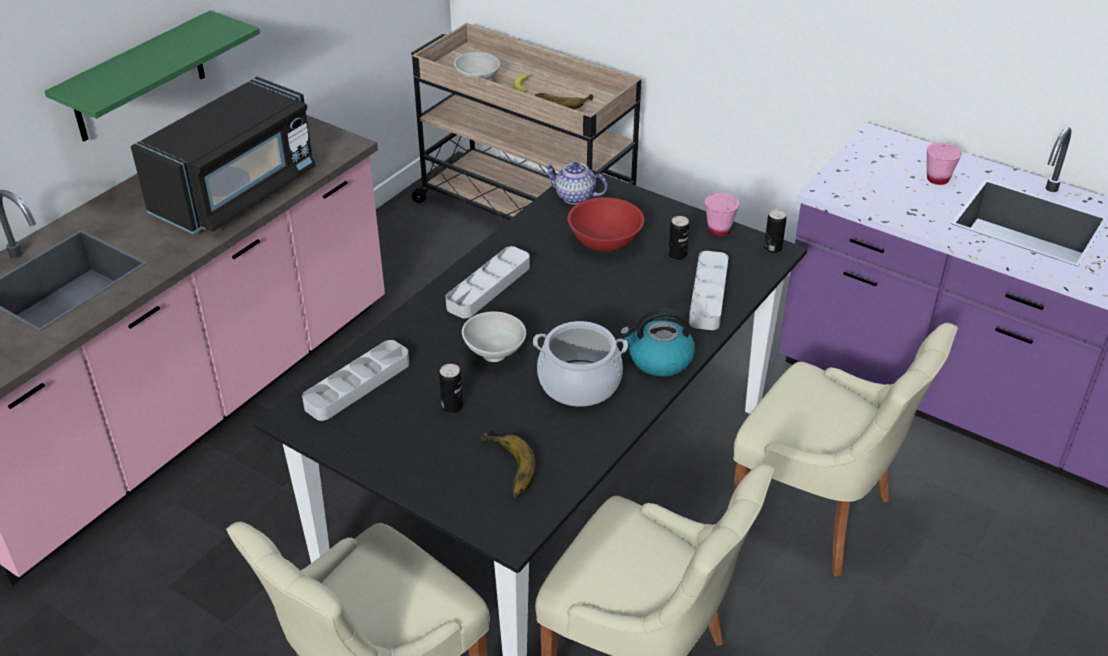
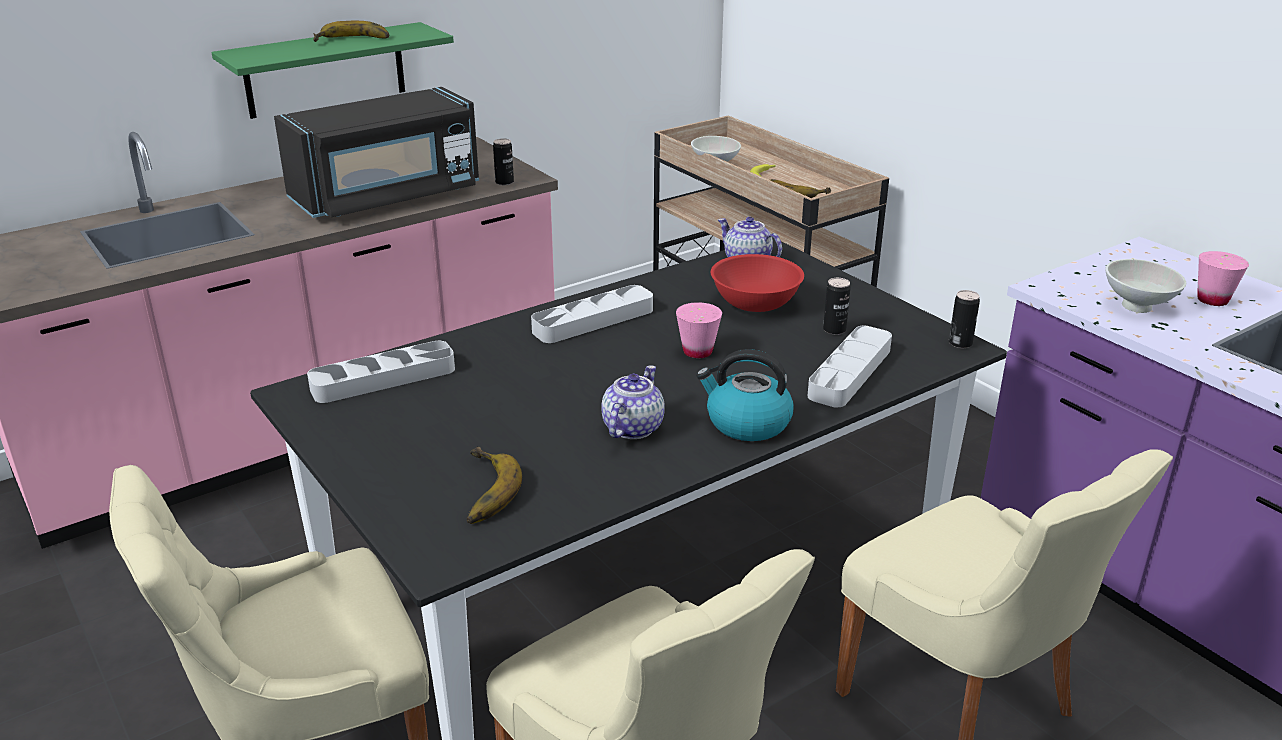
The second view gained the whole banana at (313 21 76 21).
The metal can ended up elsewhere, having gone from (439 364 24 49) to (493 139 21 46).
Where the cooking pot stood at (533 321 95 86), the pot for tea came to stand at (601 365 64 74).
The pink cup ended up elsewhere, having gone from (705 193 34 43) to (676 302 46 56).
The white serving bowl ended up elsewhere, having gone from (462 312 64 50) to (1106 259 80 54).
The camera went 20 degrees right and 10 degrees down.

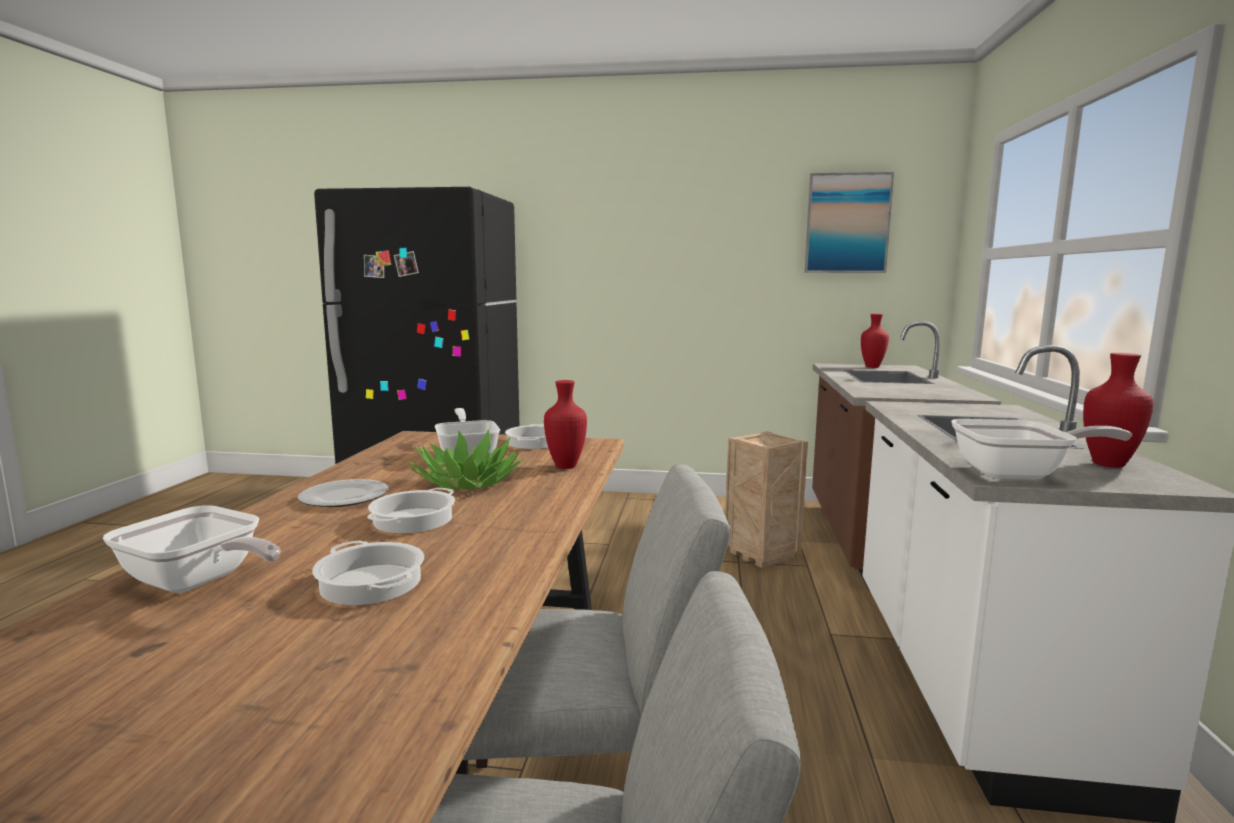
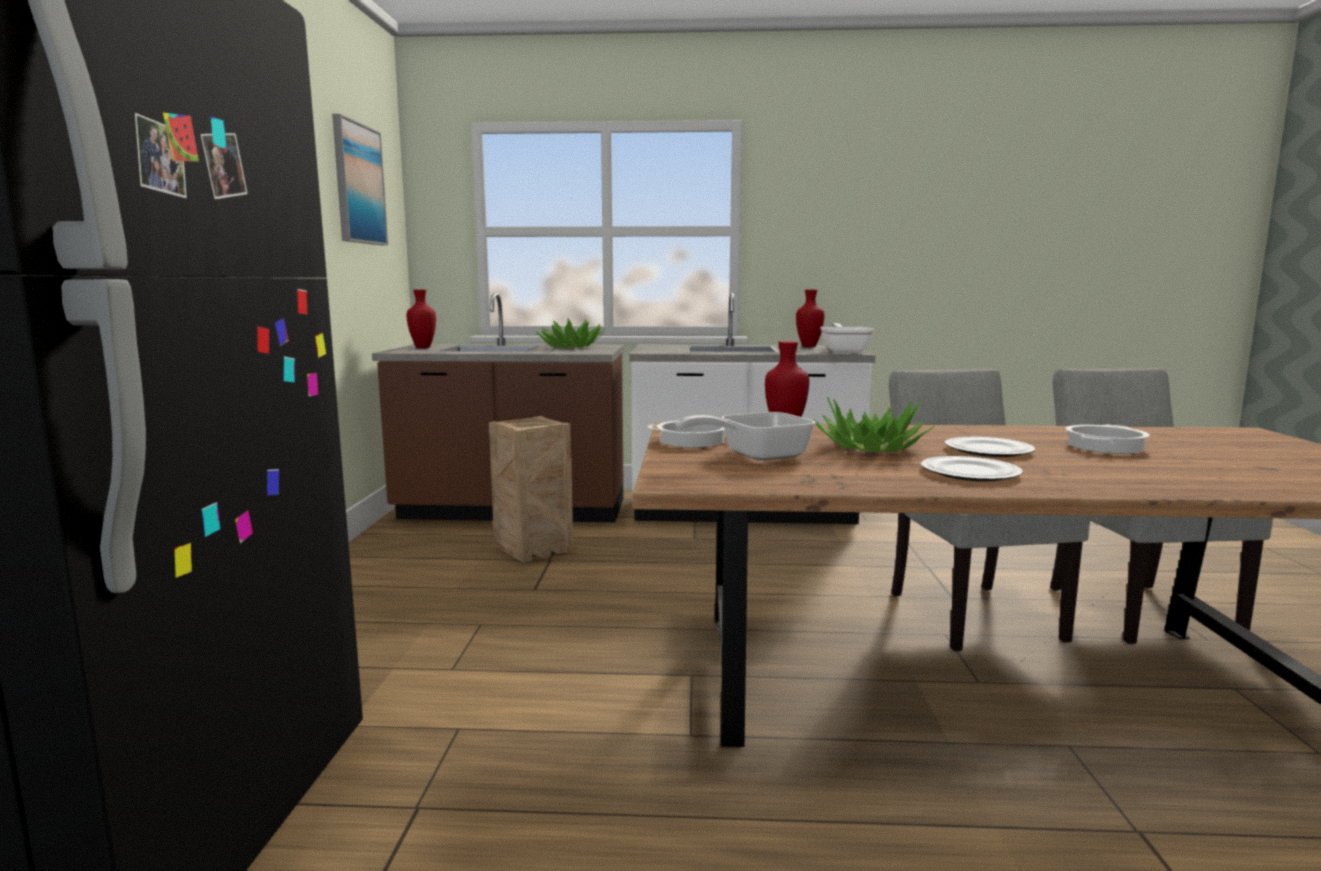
The second view gained the plant in a pot at (536 319 69 28).
Where the cooking pot stood at (367 488 88 45), the plate came to stand at (944 437 91 20).
The second view lost the pan at (102 505 179 88).
The camera went 95 degrees left and 0 degrees up.

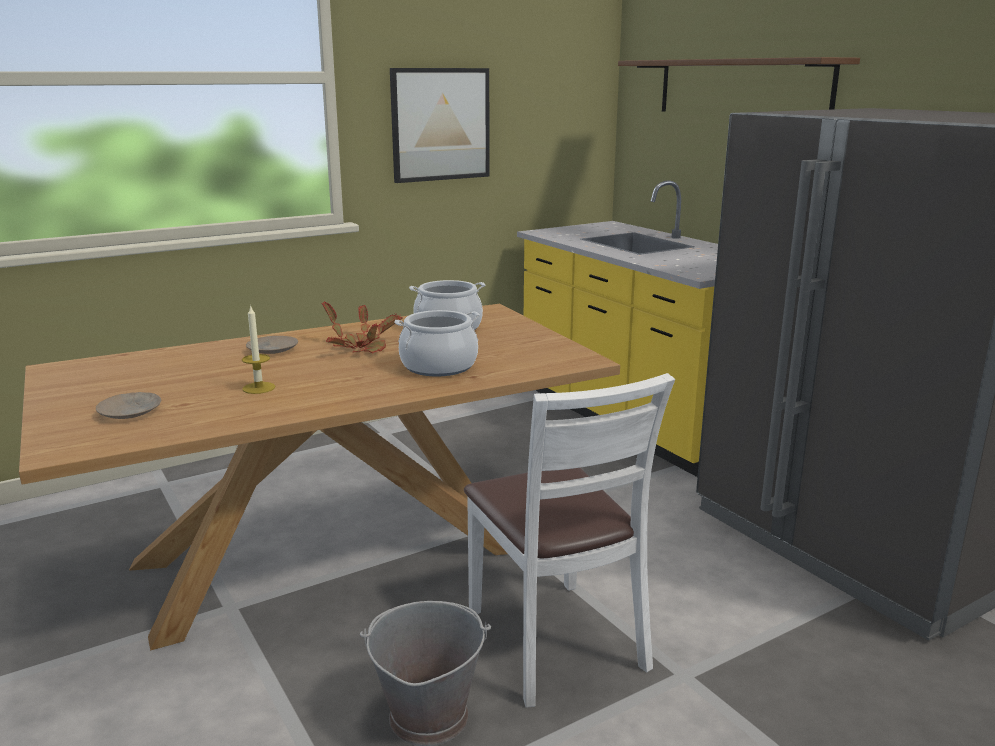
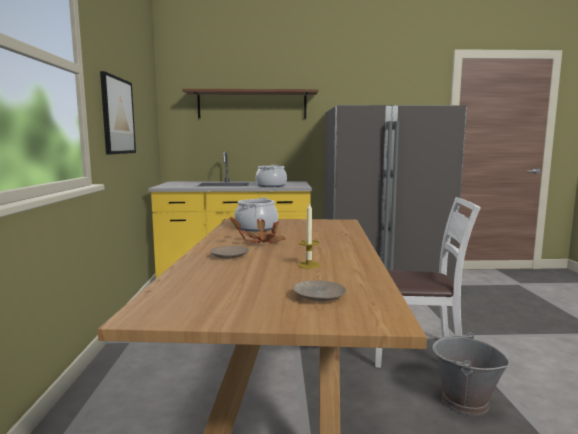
The cooking pot ended up elsewhere, having gone from (394 310 86 67) to (256 165 31 22).
The camera went 60 degrees left and 10 degrees down.

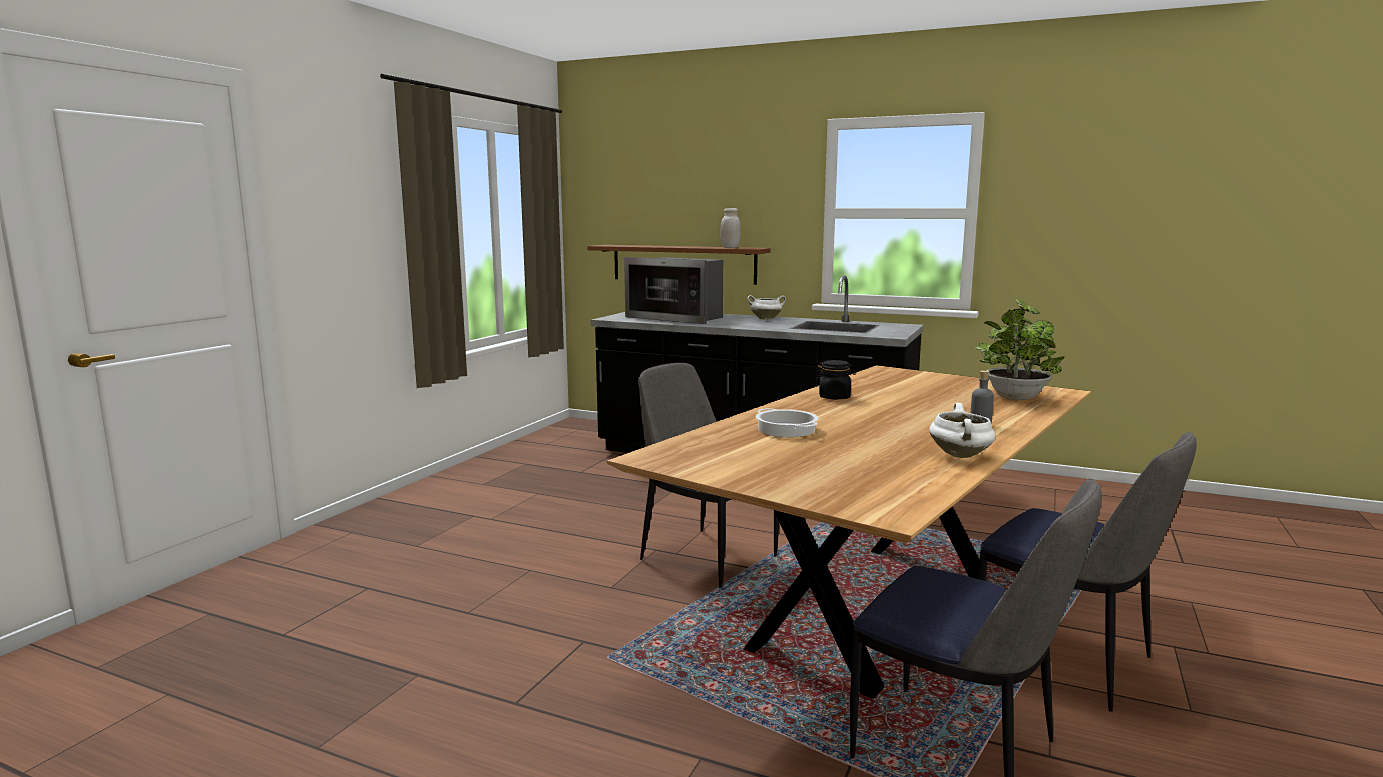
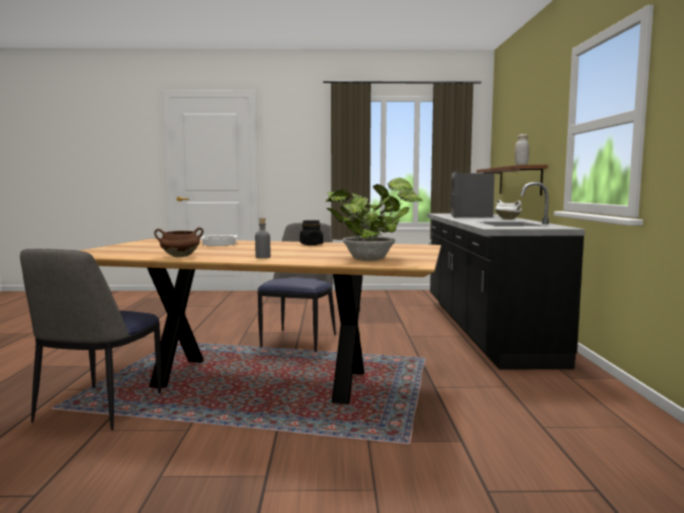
What was the white cooking pot at (929 403 67 55) turned into the brownish cooking pot at (154 227 50 31).
The second view lost the upright chair at (978 432 219 280).
The camera went 65 degrees right and 5 degrees down.

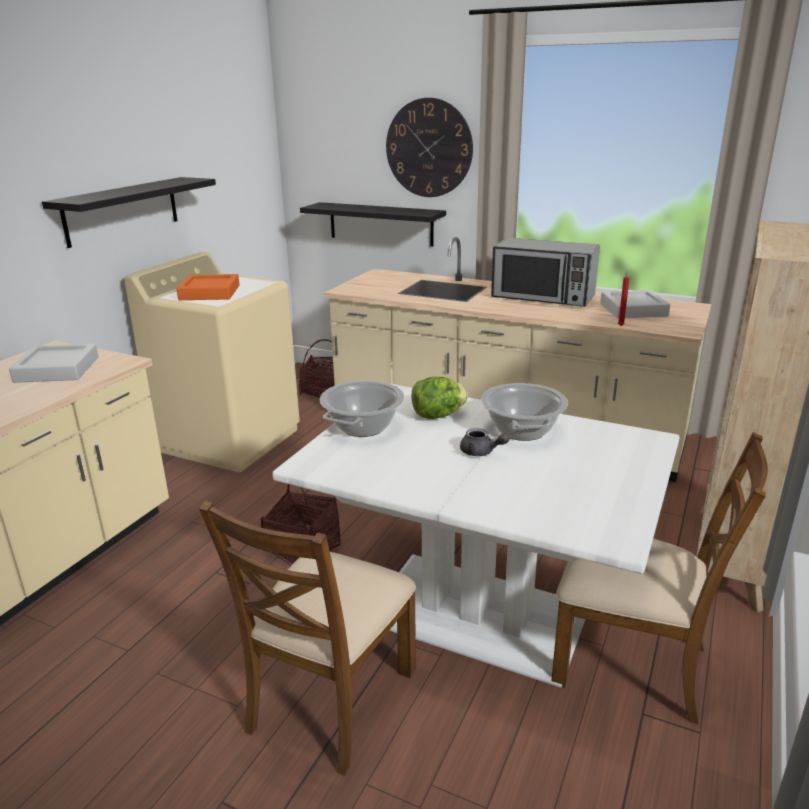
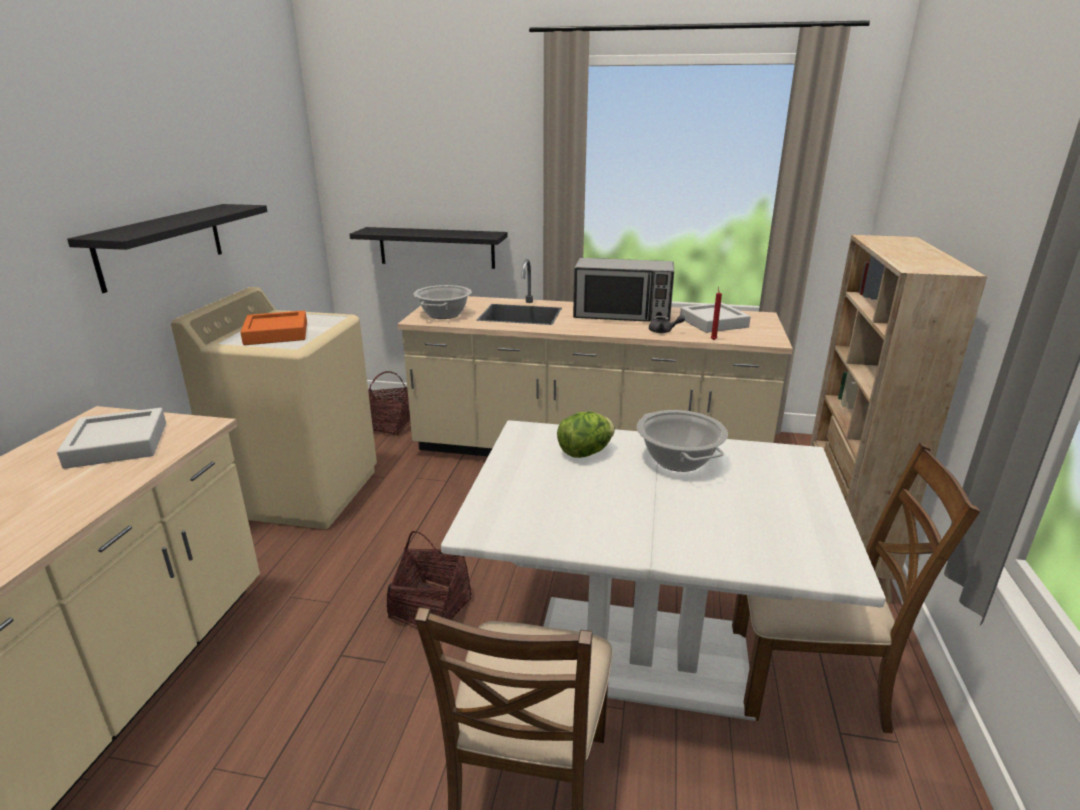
The cooking pot ended up elsewhere, having gone from (320 380 84 57) to (414 285 58 34).
The gray pot for tea ended up elsewhere, having gone from (460 428 49 28) to (649 315 36 18).
The second view lost the wall clock at (386 98 87 99).
The camera went 15 degrees left and 0 degrees up.

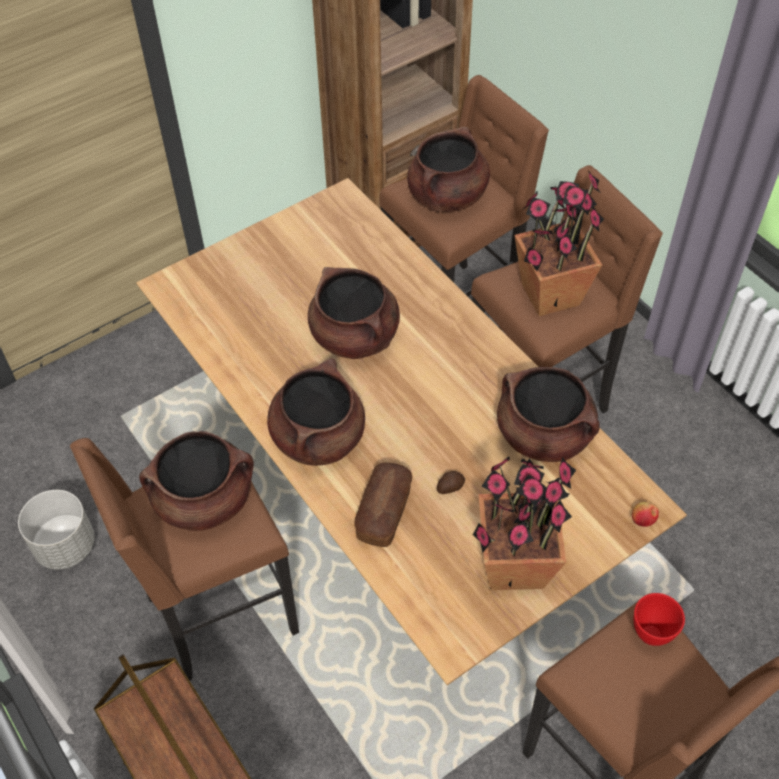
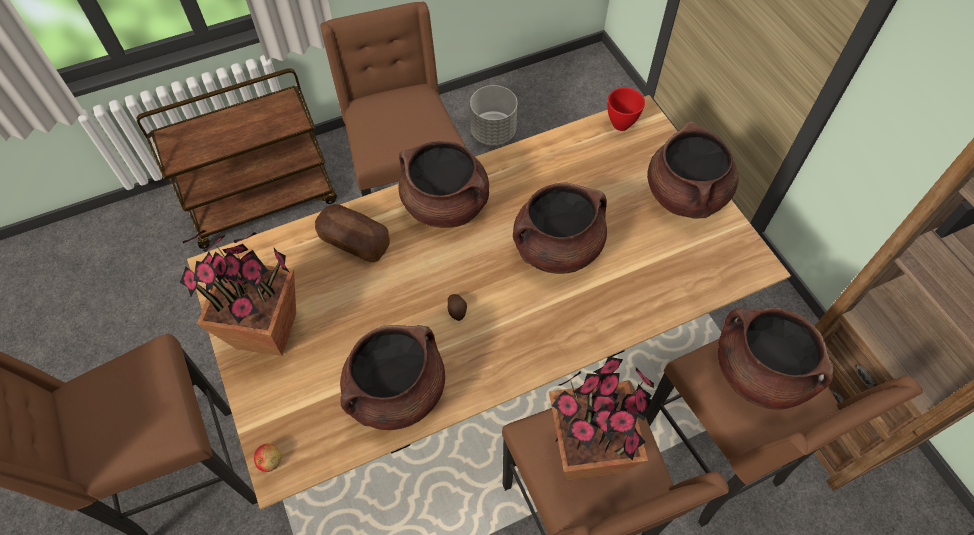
The spud ended up elsewhere, having gone from (437 471 28 23) to (448 294 19 27).
The red serving bowl ended up elsewhere, having gone from (634 593 51 53) to (607 87 38 44).
The brownish cooking pot ended up elsewhere, having gone from (139 431 115 100) to (647 121 91 98).
The camera went 100 degrees right and 5 degrees up.

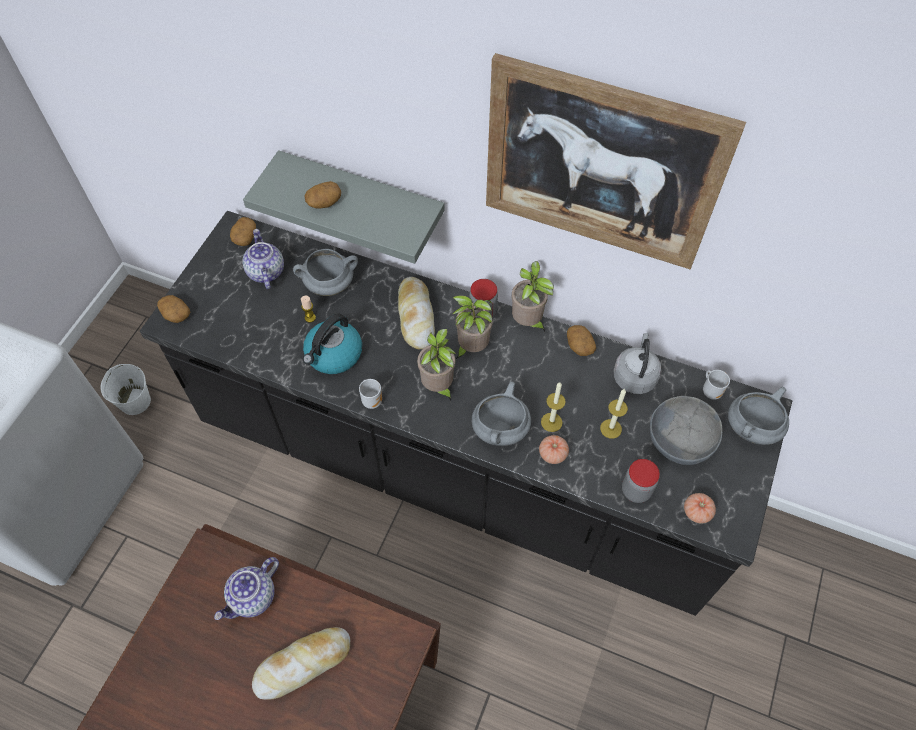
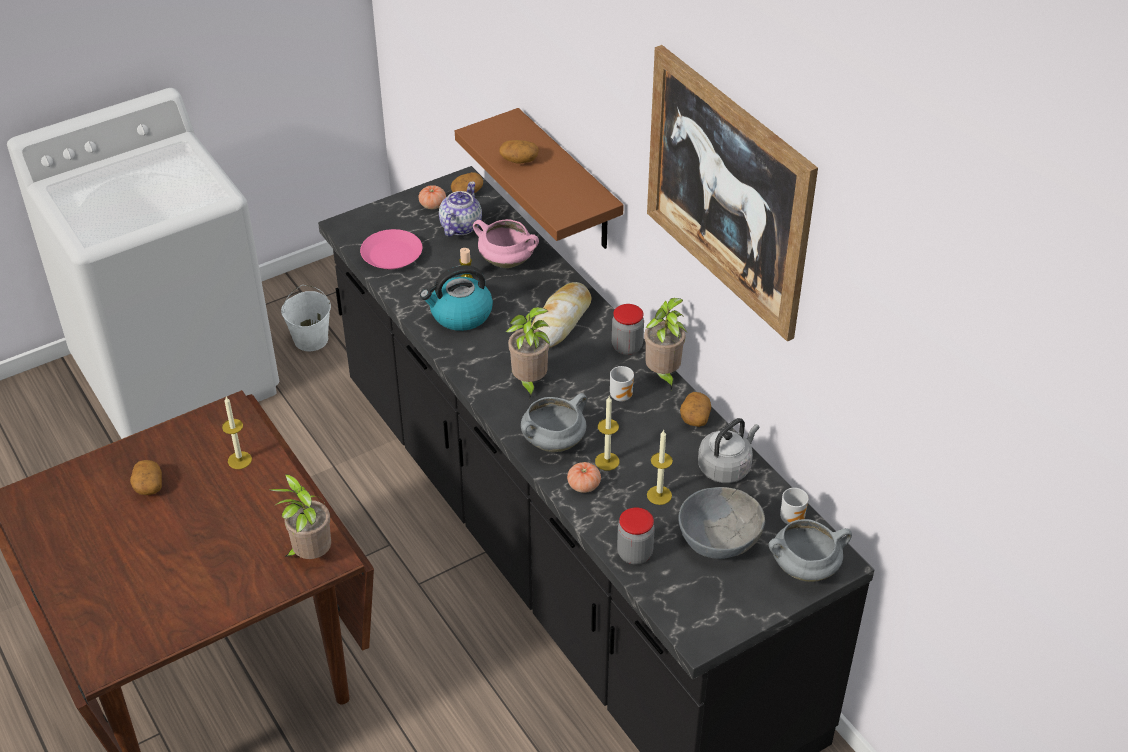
The spud ended up elsewhere, having gone from (157 295 33 28) to (130 460 32 35).
Where the pot for tea stood at (214 557 65 63), the wax candle came to stand at (222 397 30 72).
The plant in a pot ended up elsewhere, having gone from (452 295 41 64) to (268 474 63 85).
The second view gained the pink plate at (360 229 62 40).
The whole tomato ended up elsewhere, having gone from (684 493 32 30) to (419 185 27 24).
What was the gray wall shelf at (243 150 202 114) turned into the brownish wall shelf at (455 108 169 141).
What was the gray cooking pot at (293 249 65 47) turned into the pink cooking pot at (473 219 66 49).
The tea mug ended up elsewhere, having gone from (359 379 23 30) to (610 366 24 36).
The second view lost the bread at (252 627 98 73).
The camera went 35 degrees right and 15 degrees down.

